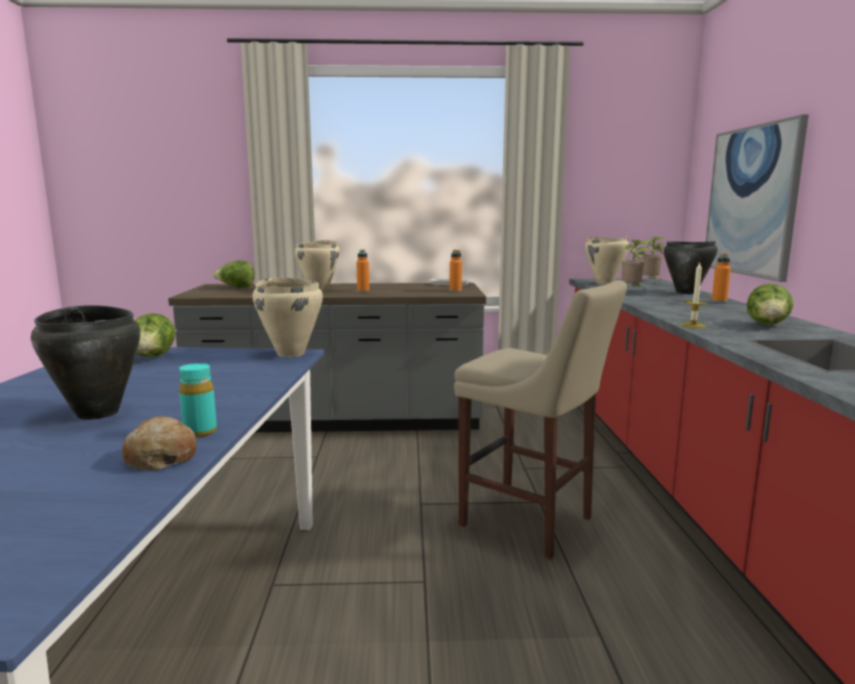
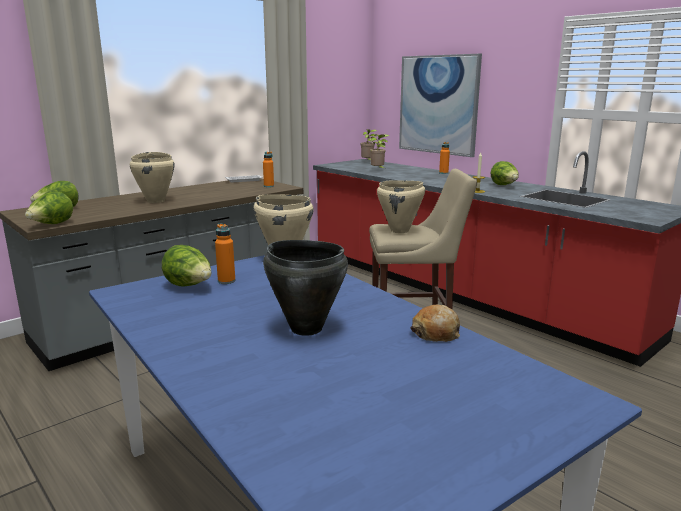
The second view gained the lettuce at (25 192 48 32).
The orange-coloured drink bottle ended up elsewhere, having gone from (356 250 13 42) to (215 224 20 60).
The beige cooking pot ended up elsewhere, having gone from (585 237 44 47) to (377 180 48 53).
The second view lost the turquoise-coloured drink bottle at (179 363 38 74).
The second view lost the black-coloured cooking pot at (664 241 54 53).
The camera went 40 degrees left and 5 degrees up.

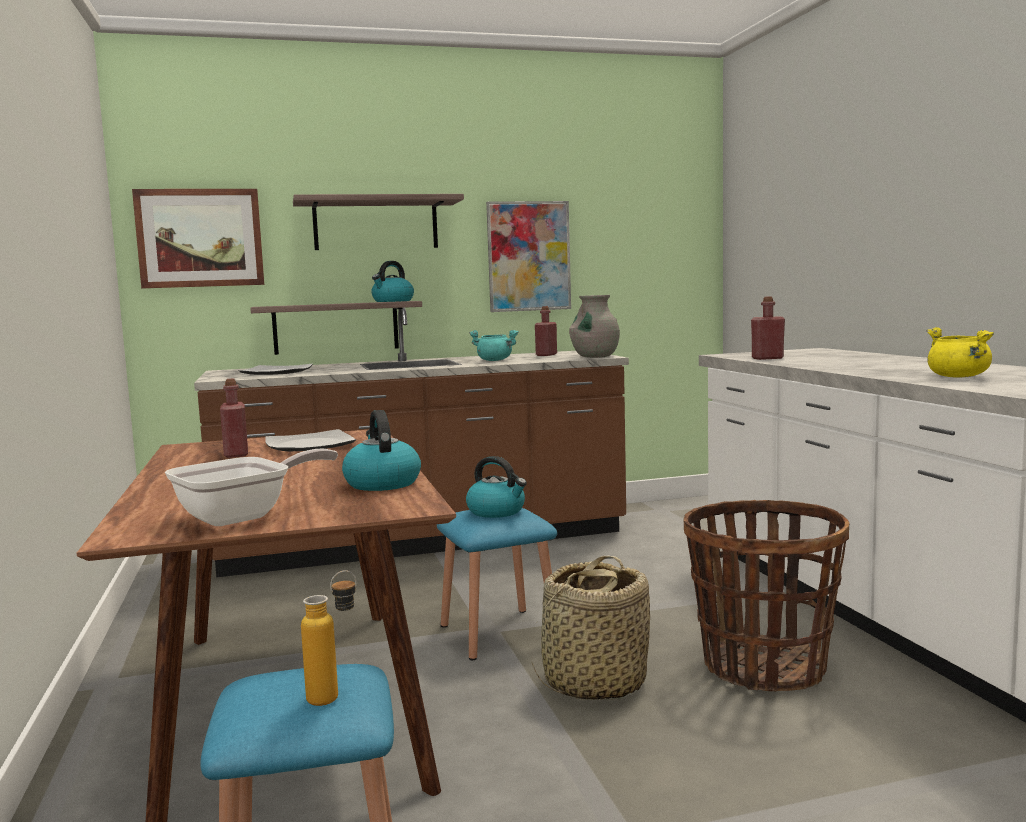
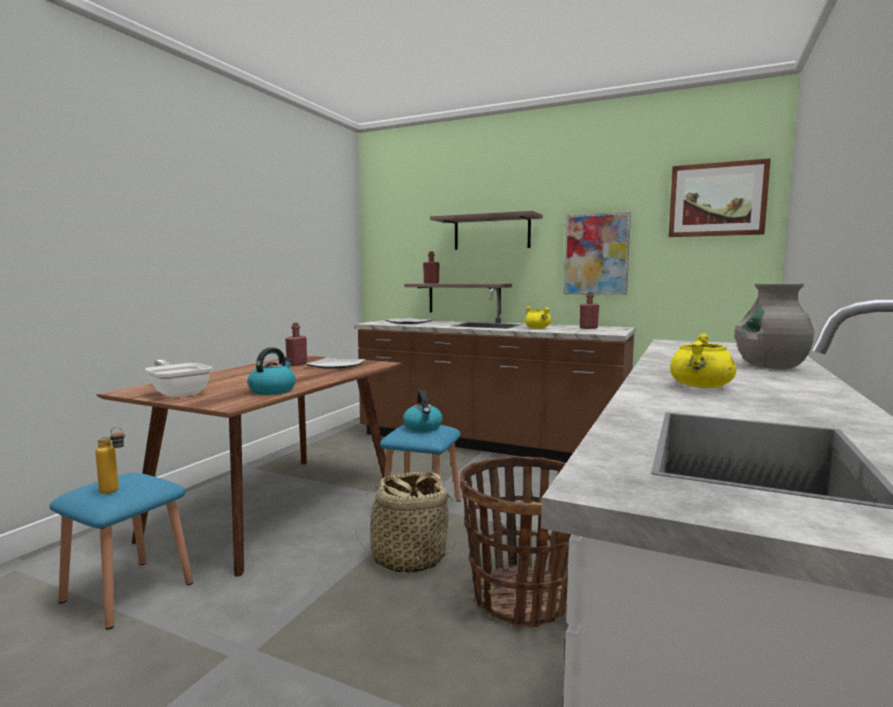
The pan at (165 448 173 78) ended up facing another way, 135 degrees counterclockwise from before.
The red drink bottle ended up elsewhere, having gone from (751 296 34 64) to (423 251 17 32).
What was the turquoise-coloured cooking pot at (469 330 50 31) turned into the yellow cooking pot at (525 306 26 23).
The wall picture ended up elsewhere, having gone from (132 189 132 99) to (668 158 103 79).
The gray decorative vase ended up elsewhere, having gone from (569 294 51 64) to (734 283 80 86).
The second view lost the water kettle at (371 261 43 41).
The camera went 40 degrees right and 0 degrees up.

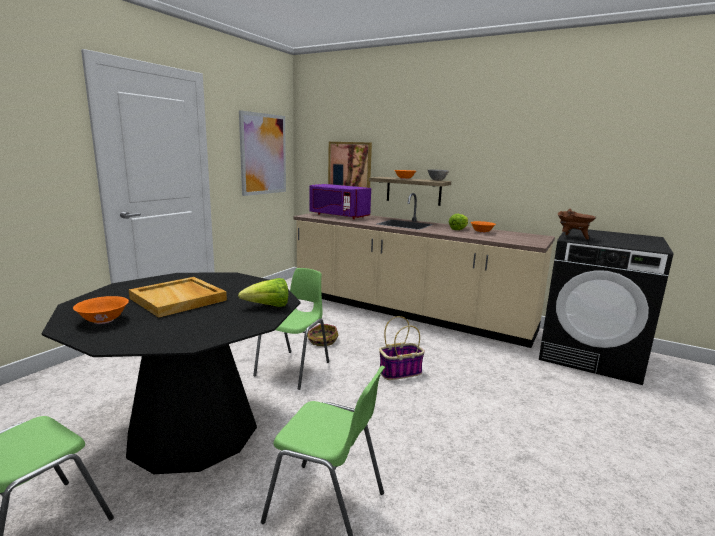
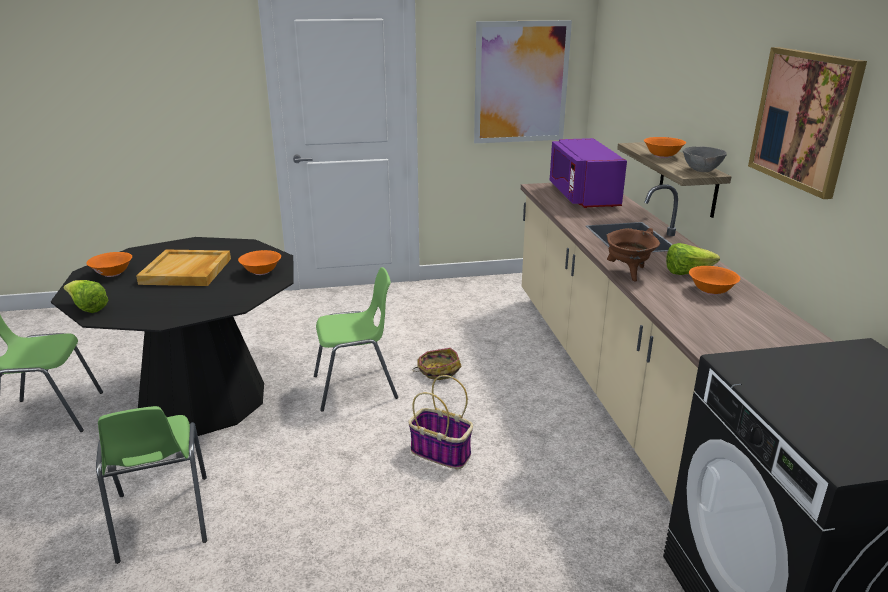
The lettuce ended up elsewhere, having gone from (238 278 50 29) to (63 280 45 33).
The second view gained the orange-coloured serving bowl at (238 250 43 25).
The brownish cooking pot ended up elsewhere, having gone from (558 209 38 30) to (607 228 53 54).
The wall picture ended up elsewhere, having gone from (328 142 44 46) to (748 47 119 152).
The camera went 50 degrees right and 10 degrees up.

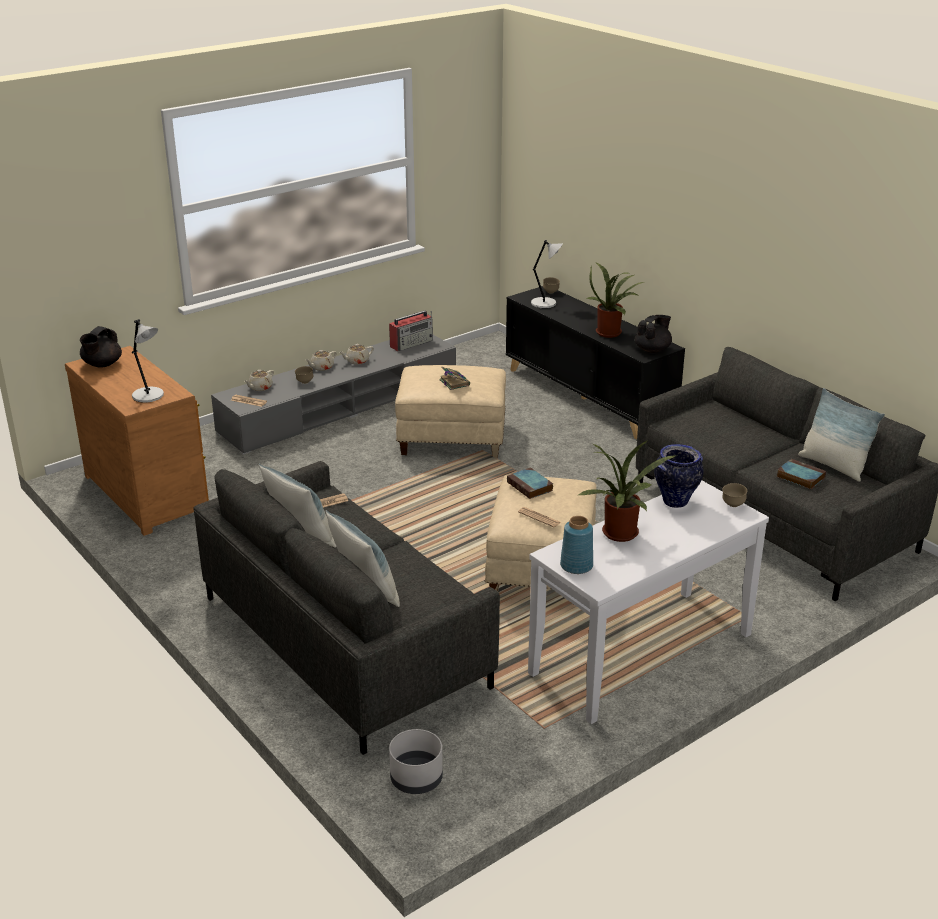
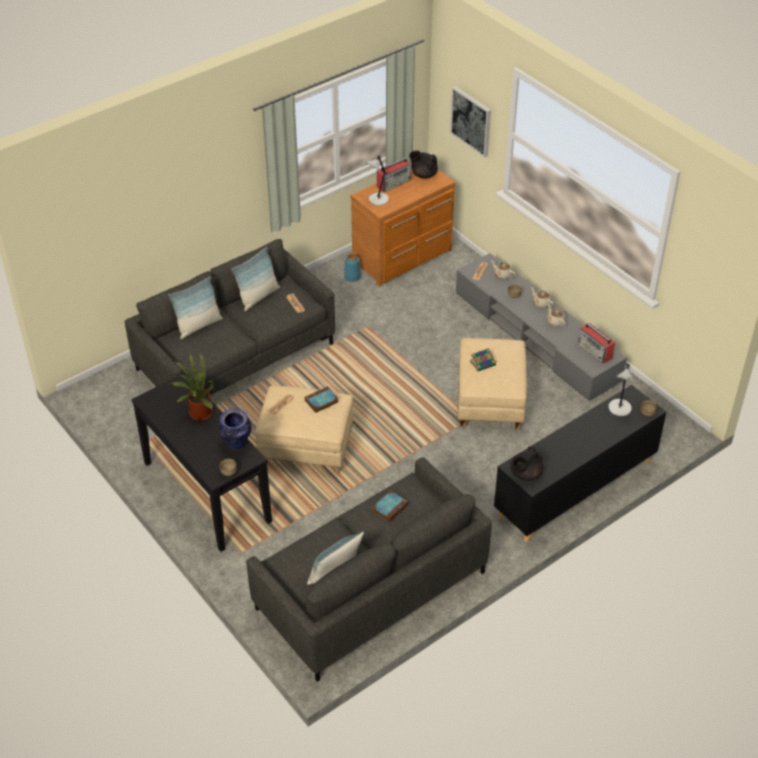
What was the white narrow table at (528 481 241 243) turned into the black-coloured narrow table at (132 373 140 179).
The blue-coloured decorative vase ended up elsewhere, having gone from (560 516 33 58) to (344 253 17 29).
The book ended up elsewhere, having gone from (776 459 50 31) to (372 490 36 32).
The second view gained the radio set at (377 158 34 34).
The second view gained the wall picture at (450 86 41 71).
The black-coloured pot for tea at (635 315 37 38) ended up facing another way, 90 degrees clockwise from before.
The second view lost the gray plant pot at (389 729 54 65).
The second view lost the plant in a pot at (587 262 57 76).
The camera went 90 degrees right and 15 degrees up.

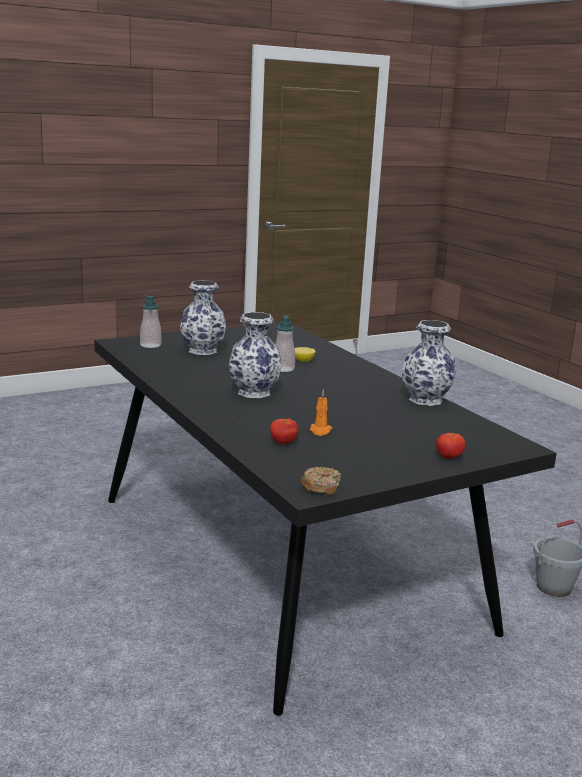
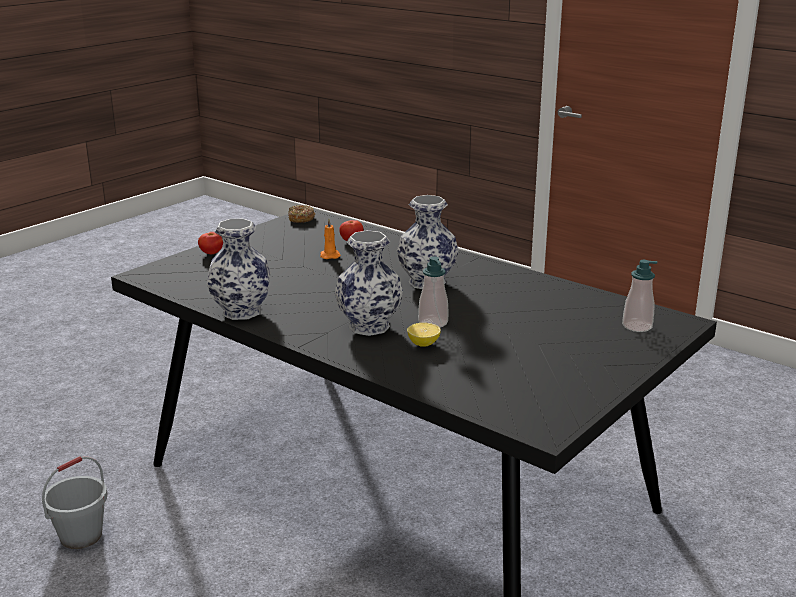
The decorative vase ended up elsewhere, having gone from (180 280 46 75) to (335 230 68 106).
The camera went 160 degrees right and 5 degrees up.

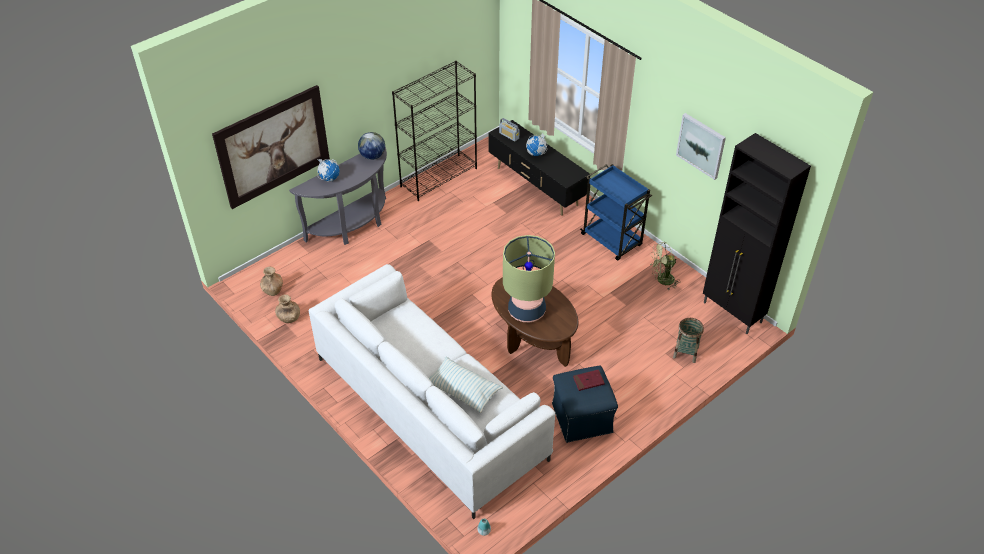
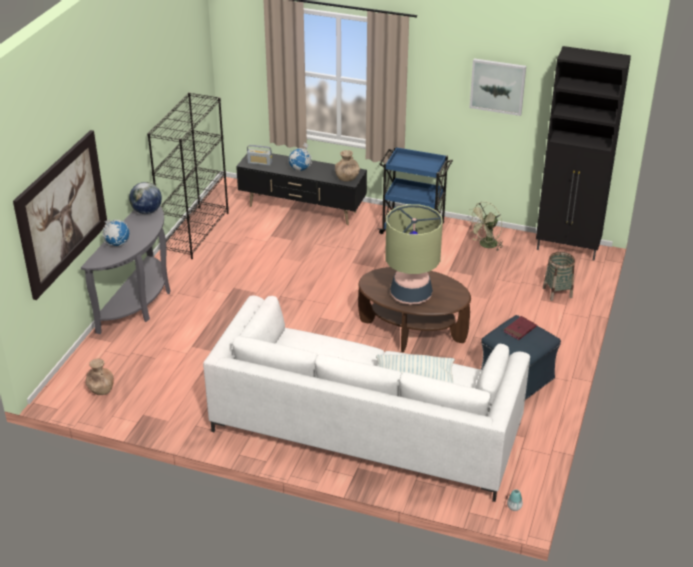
The brownish decorative vase ended up elsewhere, having gone from (275 295 25 28) to (335 150 25 32).
The camera went 30 degrees left and 10 degrees down.

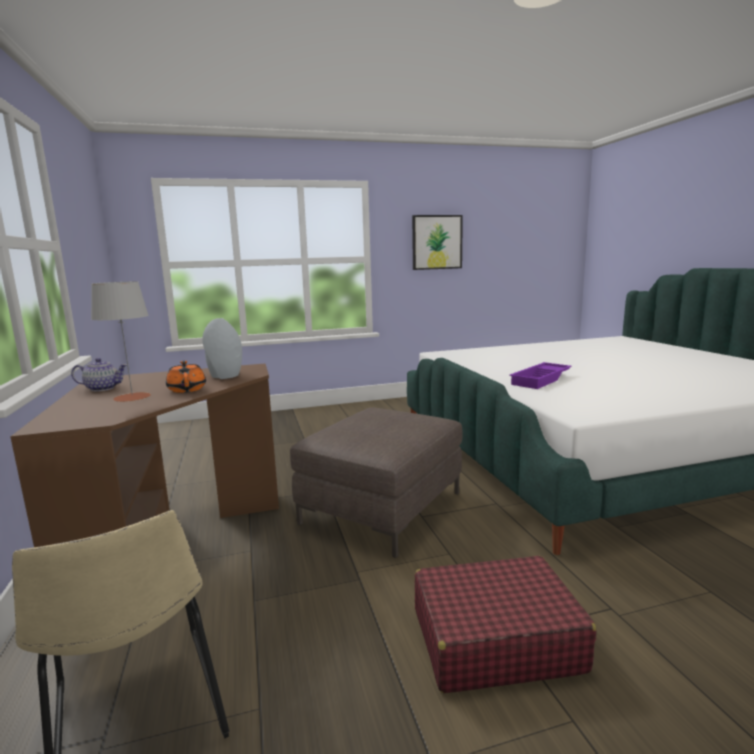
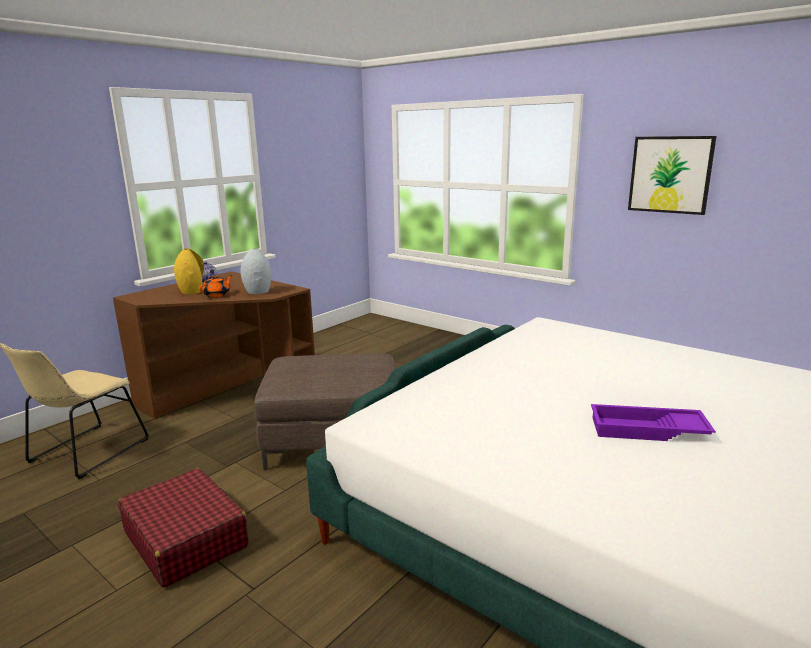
Where the gray table lamp stood at (91 282 60 120), the yellow decorative vase came to stand at (174 249 30 45).
The purplish serving tray ended up elsewhere, having gone from (509 362 63 27) to (591 404 125 37).
The camera went 55 degrees right and 5 degrees up.

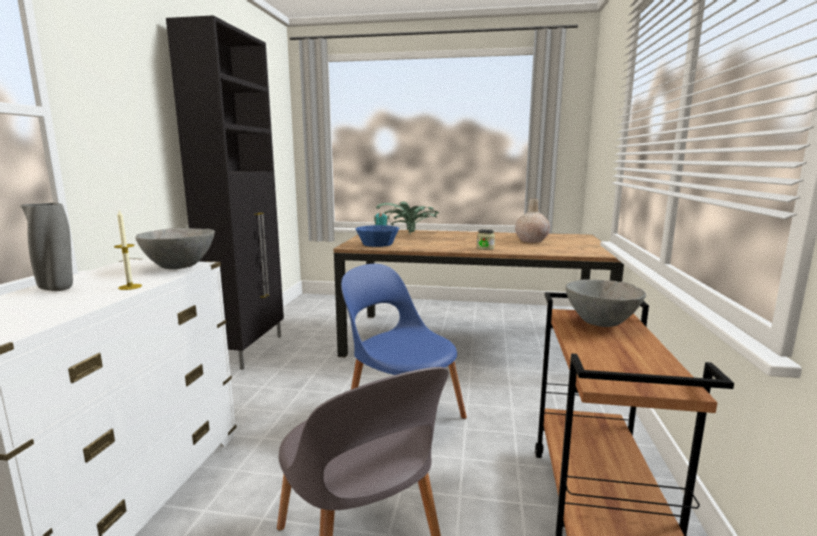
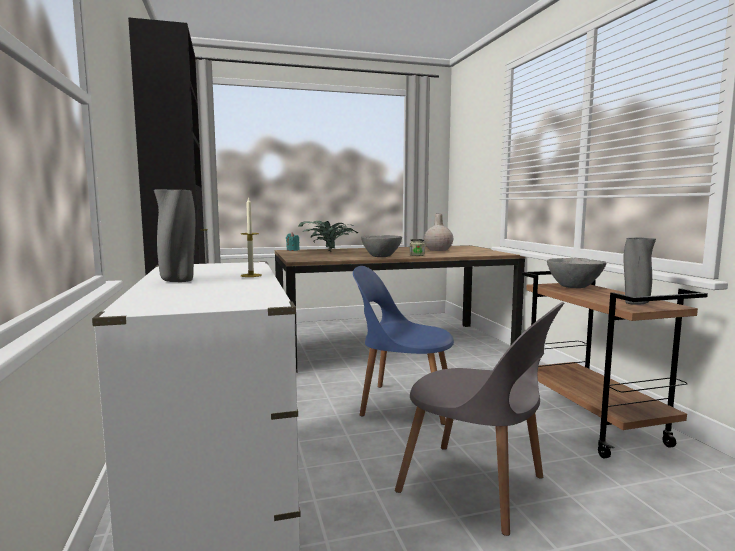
The gray serving bowl ended up elsewhere, having gone from (136 228 79 41) to (361 235 41 22).
The second view gained the gray decorative vase at (624 237 32 68).
The second view lost the blue-coloured serving bowl at (356 225 43 22).
The camera went 25 degrees left and 5 degrees down.

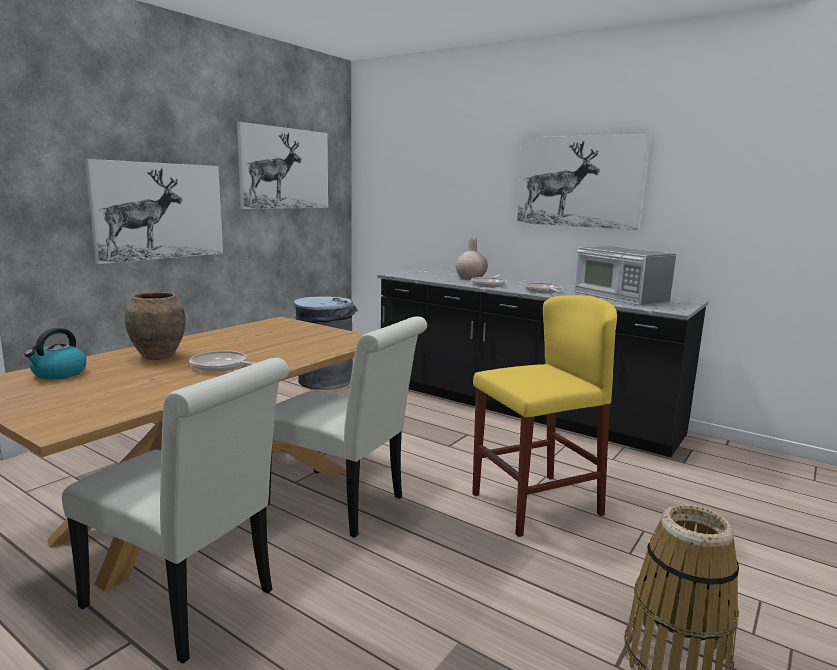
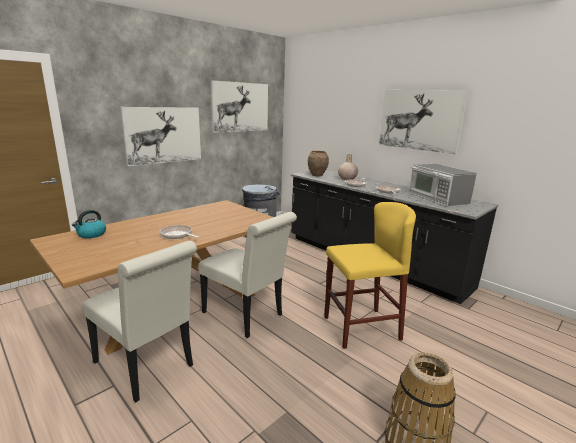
The brownish decorative vase ended up elsewhere, having gone from (125 292 61 68) to (308 151 21 25).
The camera went 10 degrees right and 5 degrees up.

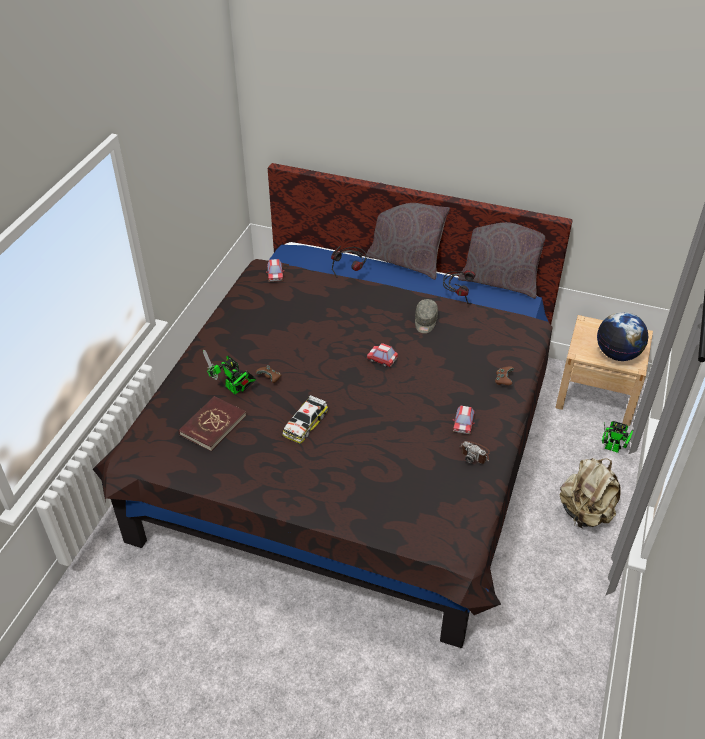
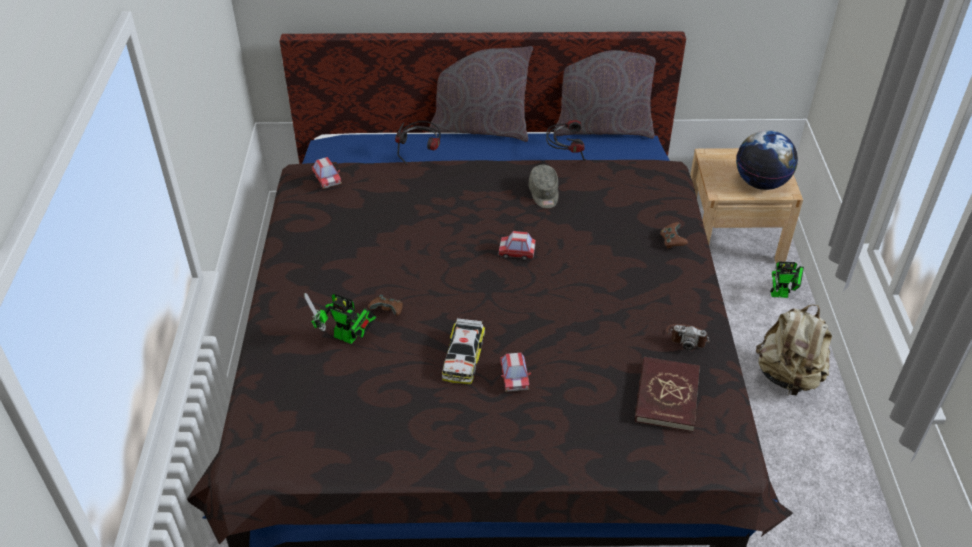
The miniature car ended up elsewhere, having gone from (453 406 22 28) to (500 353 31 39).
The red book ended up elsewhere, having gone from (178 396 68 55) to (635 357 65 75).
The camera went 20 degrees left and 0 degrees up.

